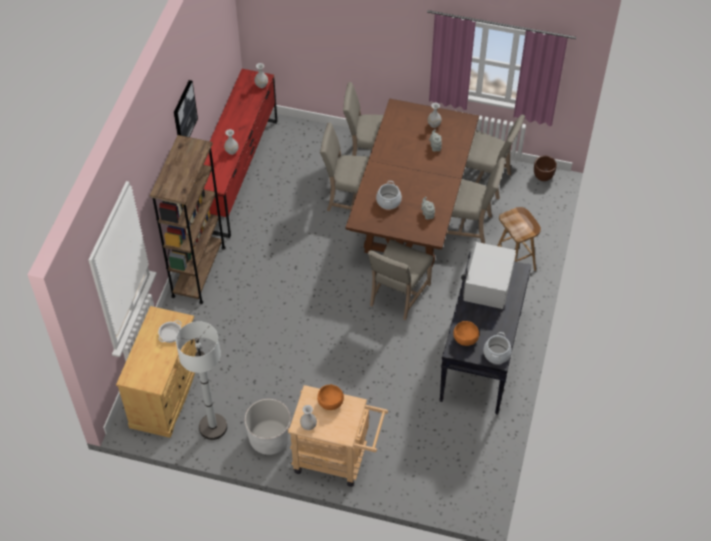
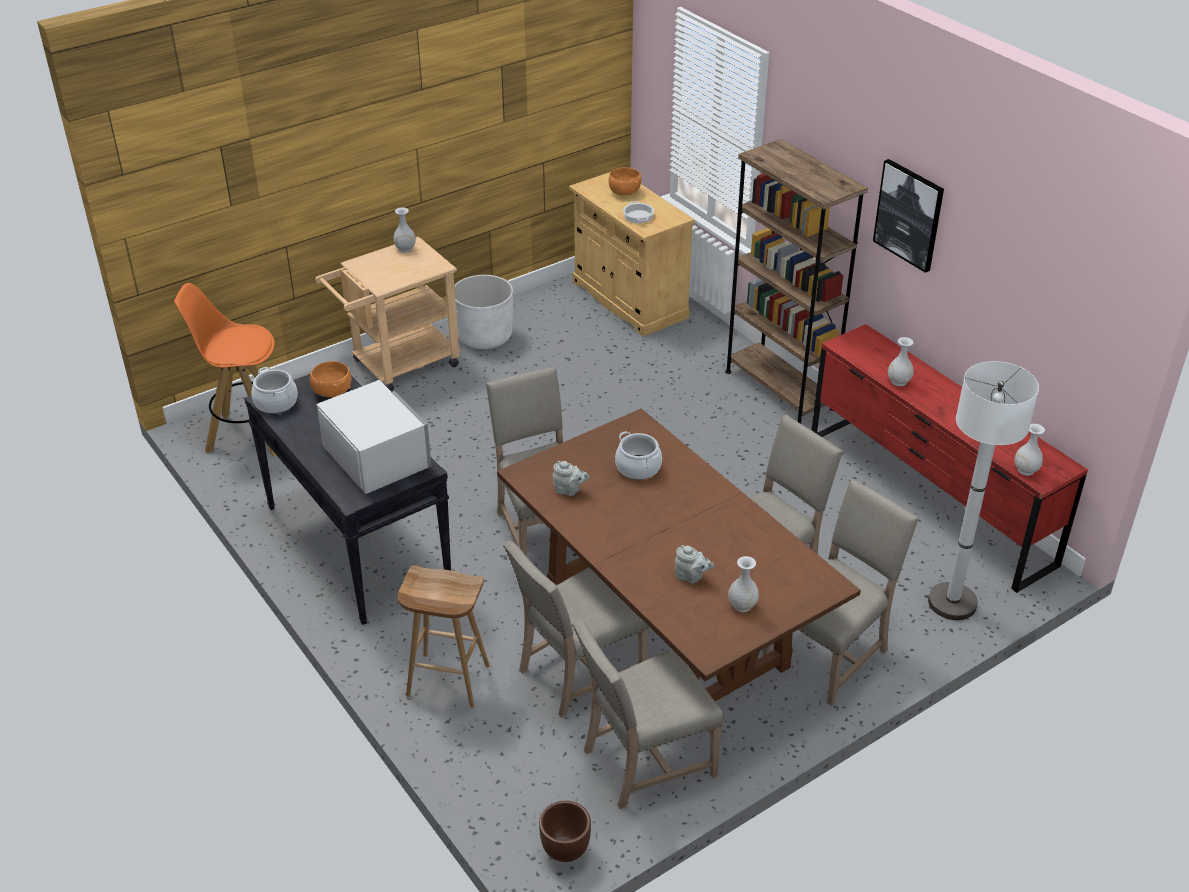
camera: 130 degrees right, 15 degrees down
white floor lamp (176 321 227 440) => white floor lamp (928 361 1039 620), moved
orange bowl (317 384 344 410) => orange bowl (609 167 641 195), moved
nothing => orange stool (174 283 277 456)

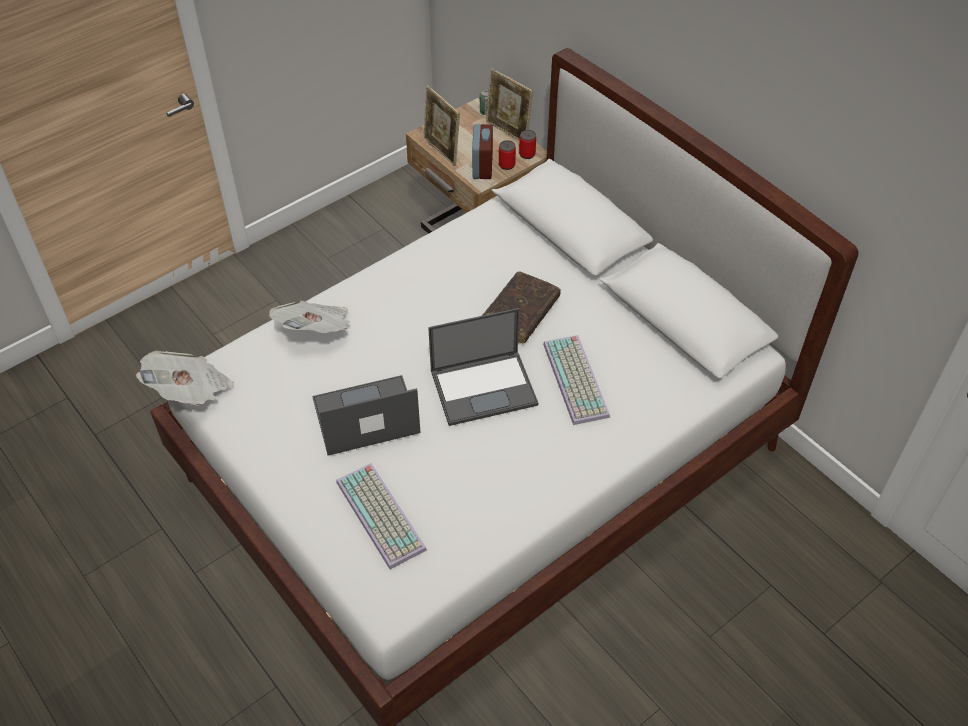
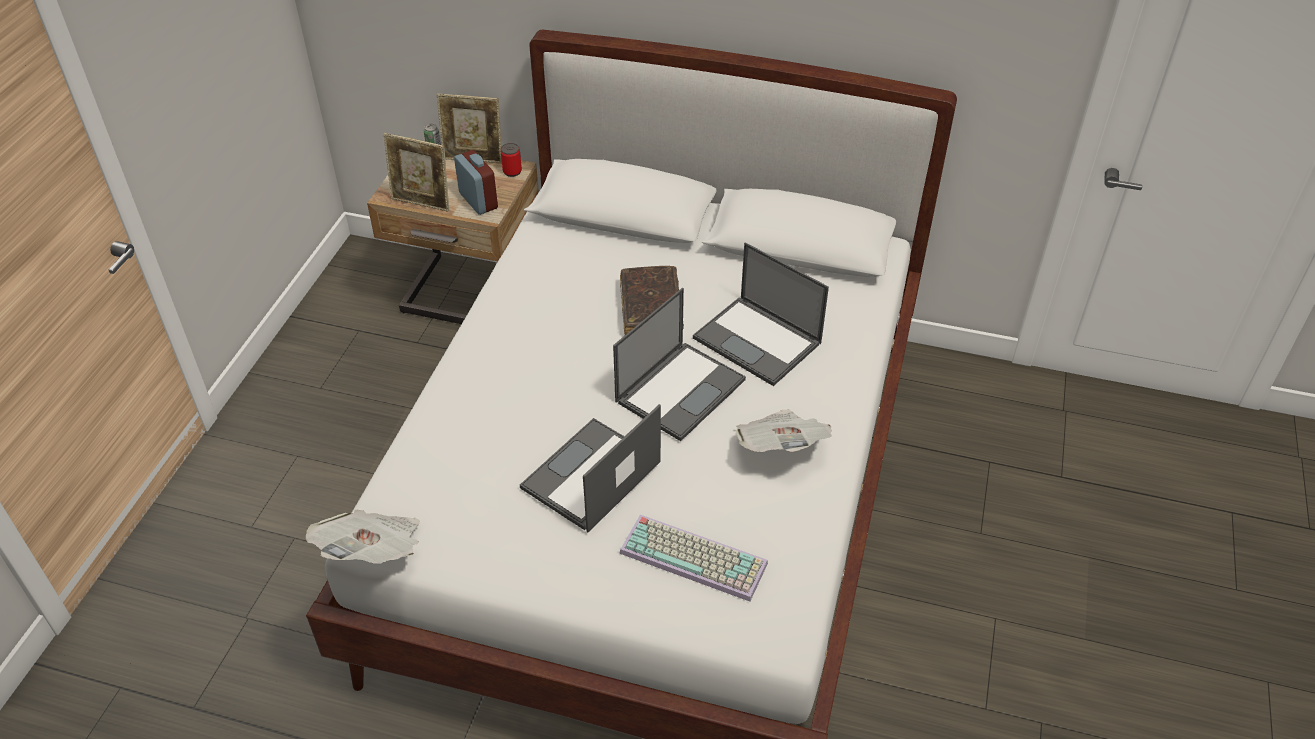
camera: 35 degrees left, 5 degrees down
can (499 140 516 170) => nothing
newspaper (269 301 349 333) => newspaper (736 410 832 452), moved
keyboard (543 335 610 425) => laptop (693 242 829 386)

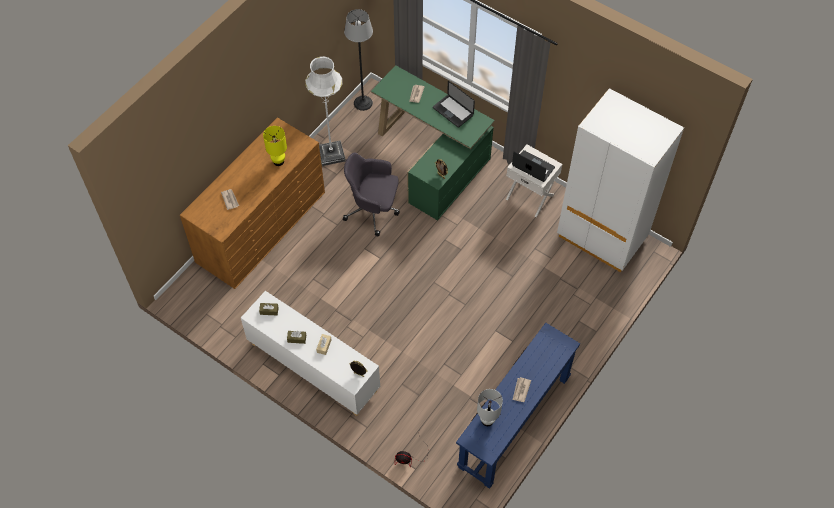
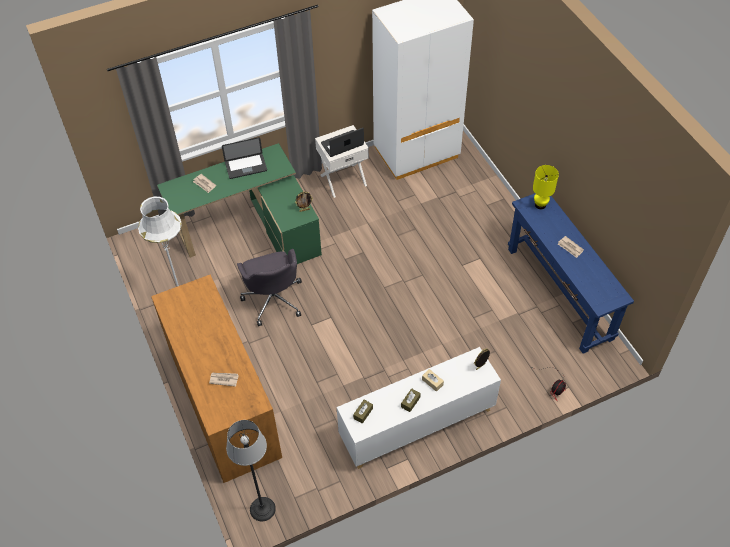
camera: 60 degrees left, 5 degrees down
floor lamp (344 9 373 111) => floor lamp (226 420 276 521), moved
yellow table lamp (263 126 287 166) => yellow table lamp (533 165 559 209), moved
grey office chair (343 153 400 236) => grey office chair (237 249 302 326), 60 degrees counterclockwise
white table lamp (477 389 503 426) => nothing

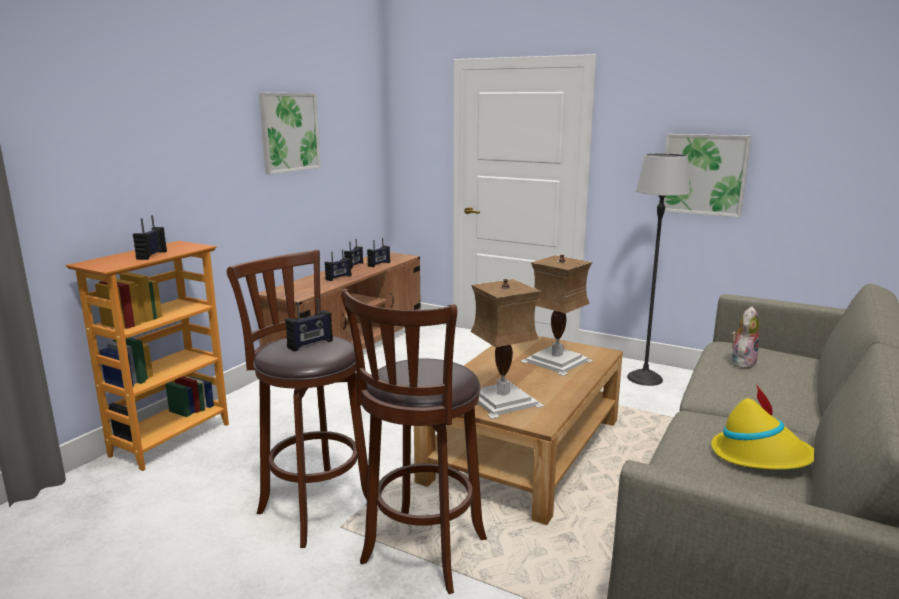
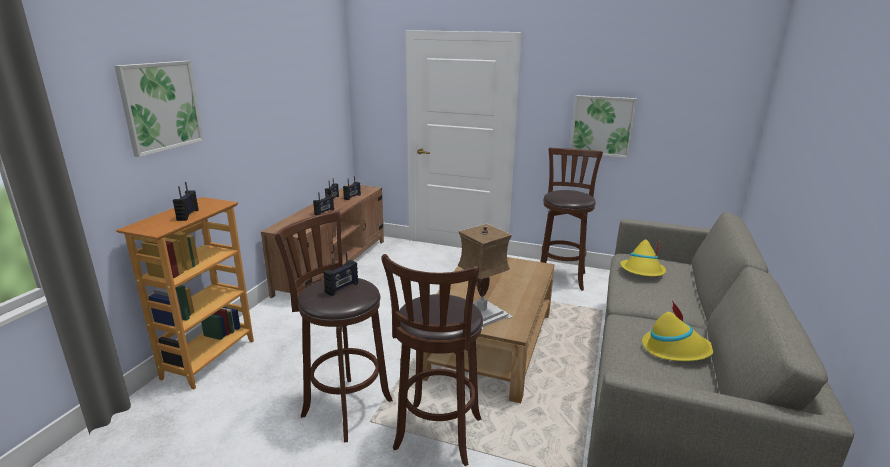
camera: 10 degrees left, 5 degrees up
picture (259 93 321 175) => picture (115 61 204 157), moved
floor lamp (627 153 690 386) => brown stool (540 147 603 291)
table lamp (520 255 593 376) => nothing
plush toy (732 306 759 368) => yellow hat (620 240 666 276)

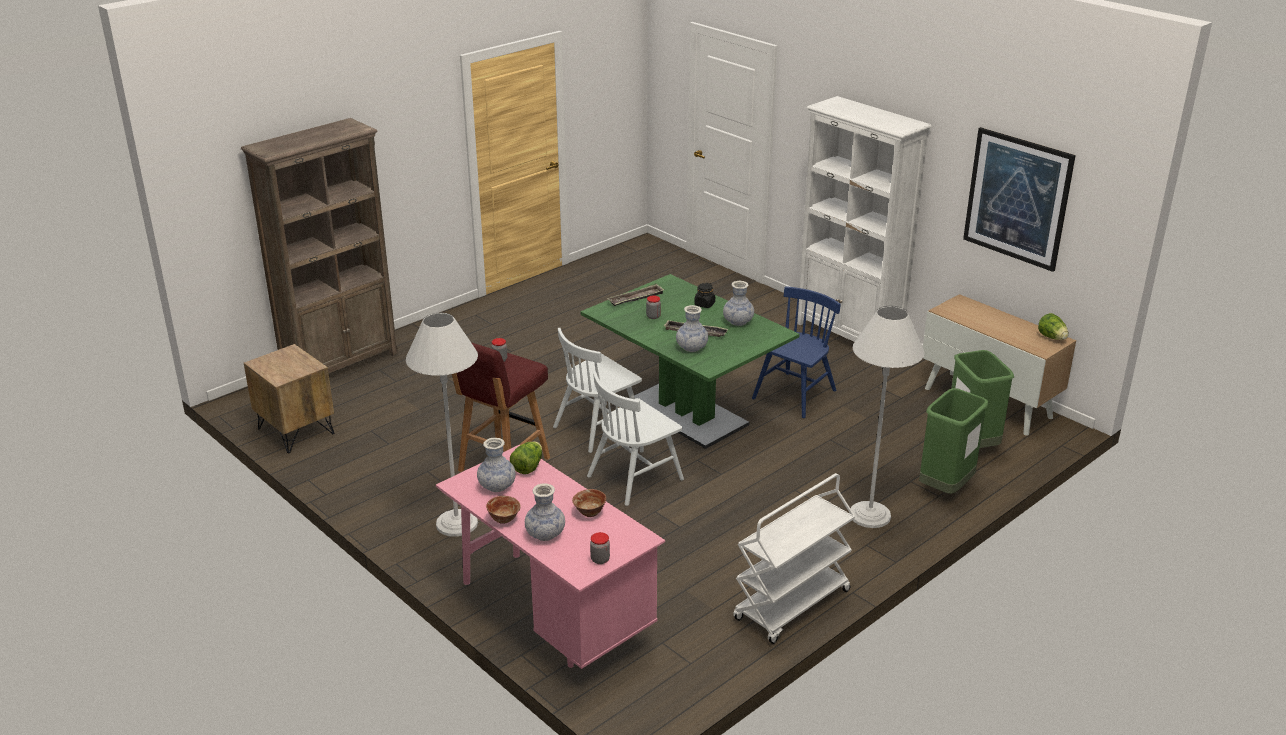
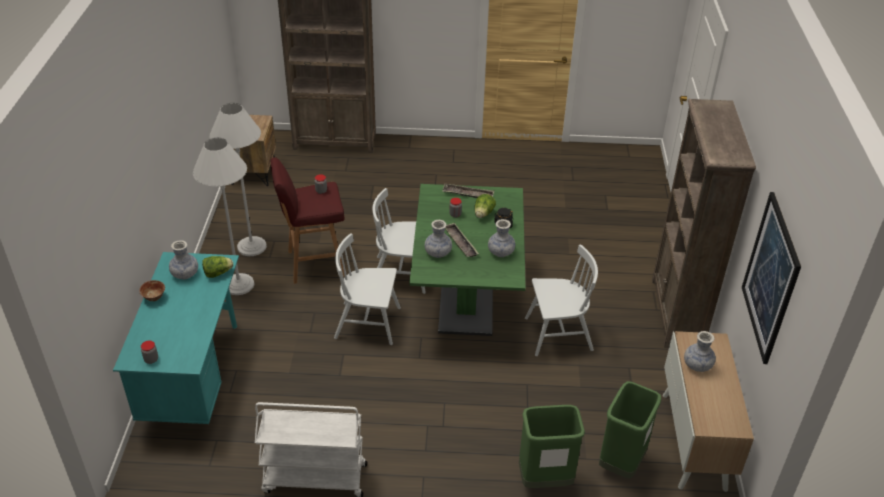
camera: 45 degrees right, 10 degrees up
white bookcase (797 96 932 342) => brown bookcase (652 99 756 348)
blue chair (752 286 841 418) => white chair (525 245 598 356)
white floor lamp (851 306 925 528) => white floor lamp (210 103 267 256), moved
lettuce (1038 313 1069 340) => lettuce (474 194 496 218), moved
pink desk (436 445 665 669) => turquoise desk (113 252 239 424)
vase (525 483 565 541) => vase (684 331 716 372), moved
bowl (572 489 606 517) => nothing

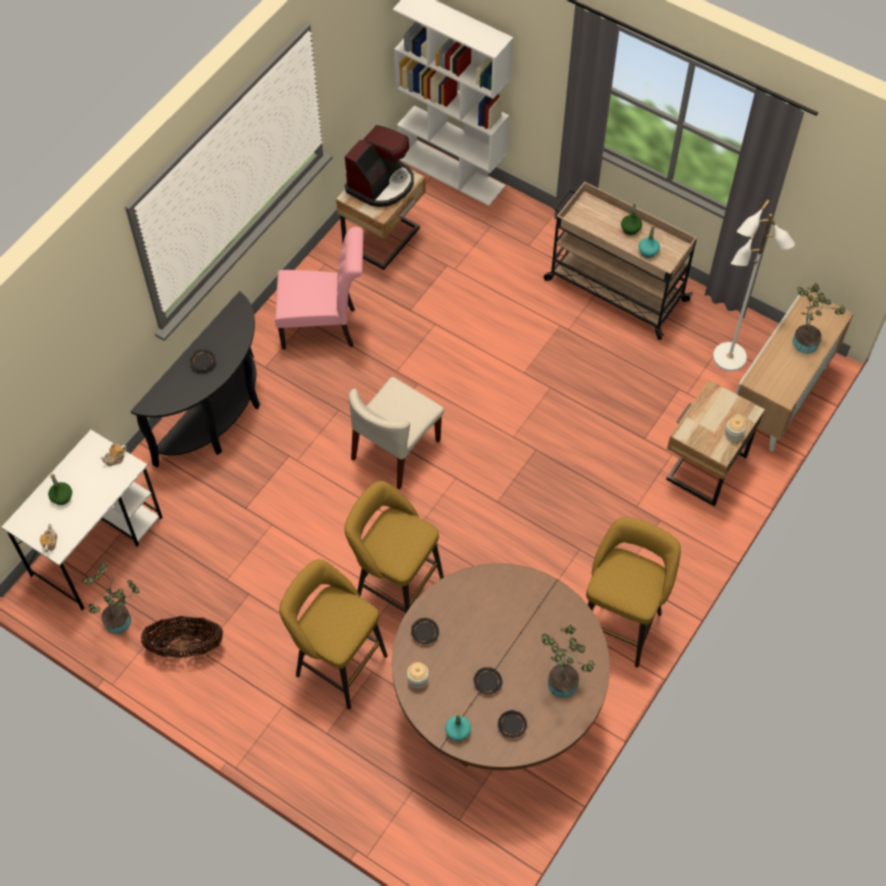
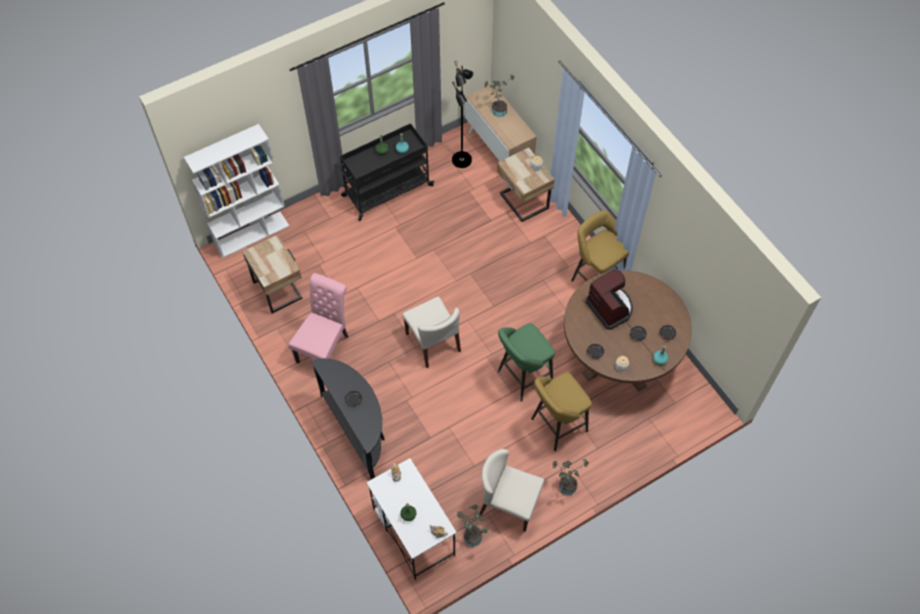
camera: 65 degrees left, 0 degrees up
coffee machine (345 125 414 207) => coffee machine (586 269 633 330), moved
beige cart (544 182 697 340) => black cart (338 123 434 221)
white floor lamp (713 199 795 372) => black floor lamp (452 60 474 168)
yellow stool (345 481 444 613) => green stool (497 323 555 402)
basket (141 616 223 658) => beige chair (479 449 544 532)
potted plant (542 625 595 698) => potted plant (553 459 589 495), moved

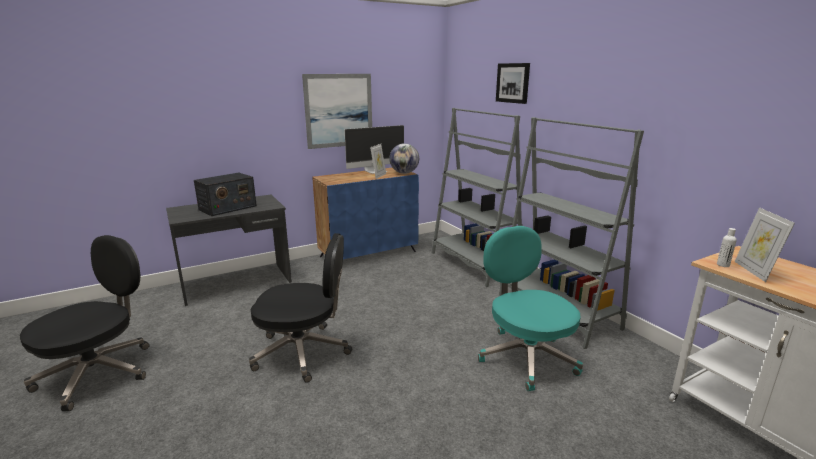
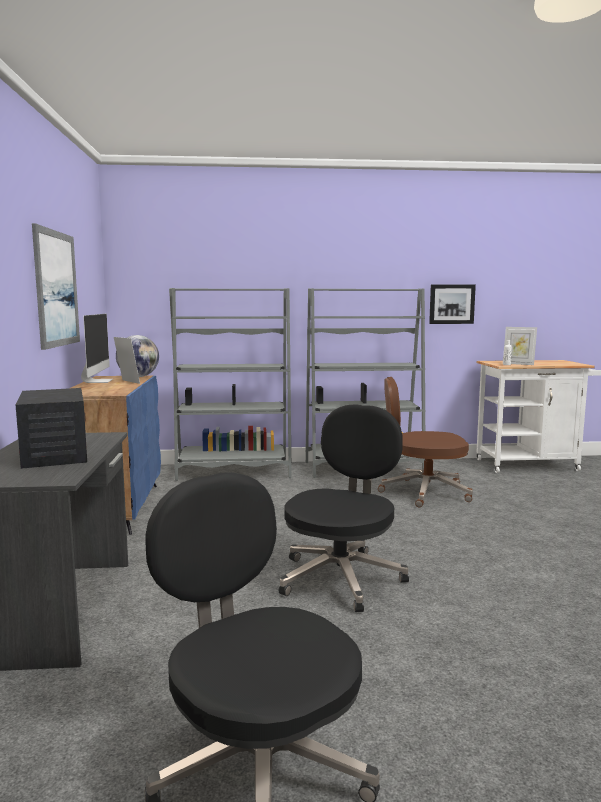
camera: 65 degrees left, 10 degrees down
picture (496 63 530 104) => picture (429 284 476 324), moved
turquoise office chair (478 226 583 391) => brown office chair (378 377 473 507)

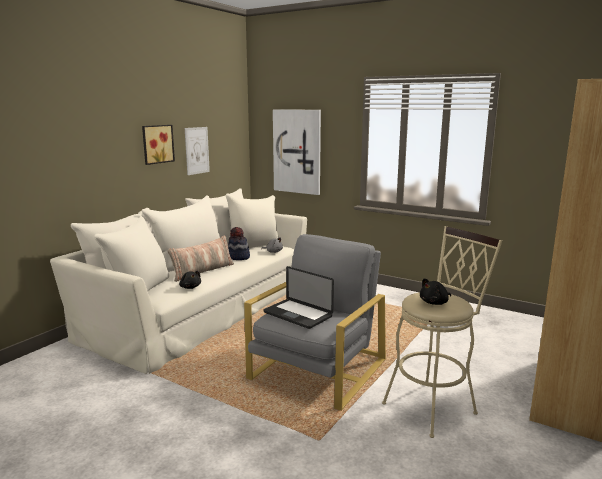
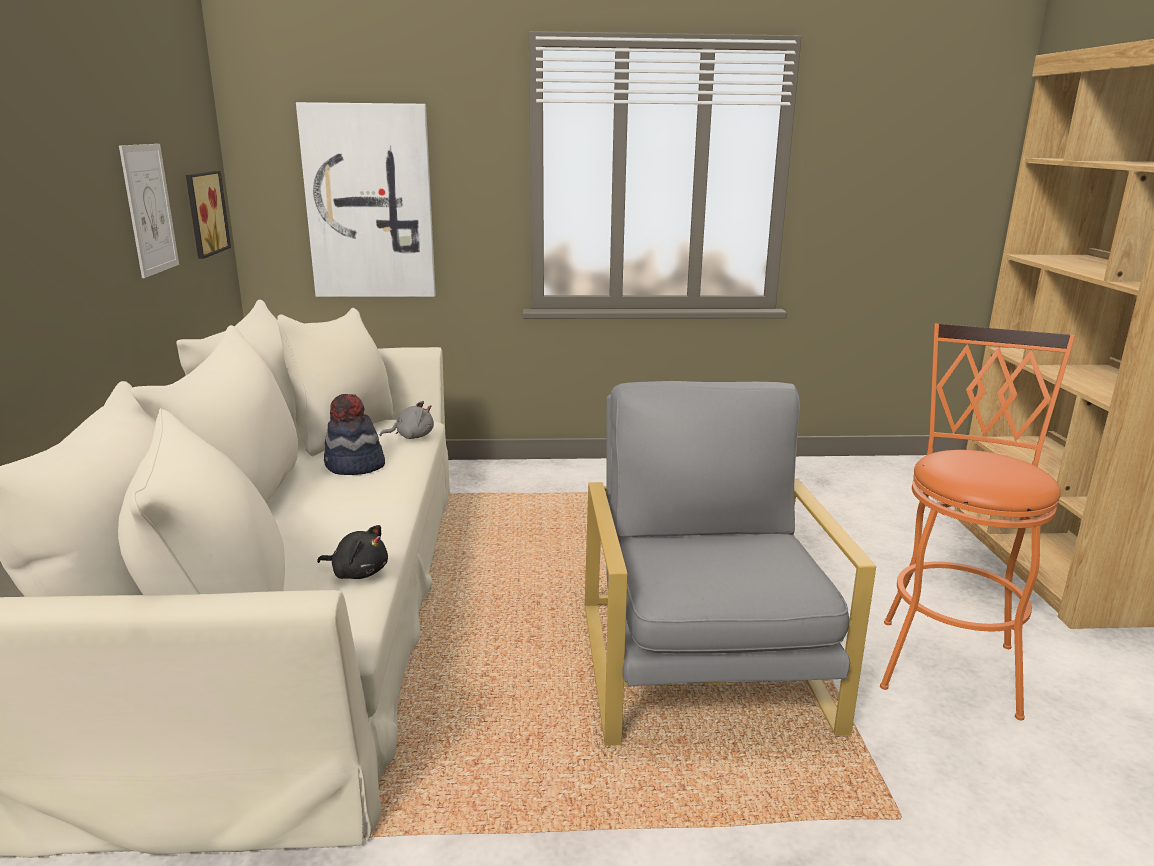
camera: 35 degrees left, 5 degrees up
picture (142 125 175 165) => picture (186 171 231 259), moved
beige stool (382 226 502 438) => orange stool (880 323 1075 720)
pillow (168 235 234 282) => nothing
laptop (263 266 334 329) => nothing
black plush toy (420 278 451 305) => nothing

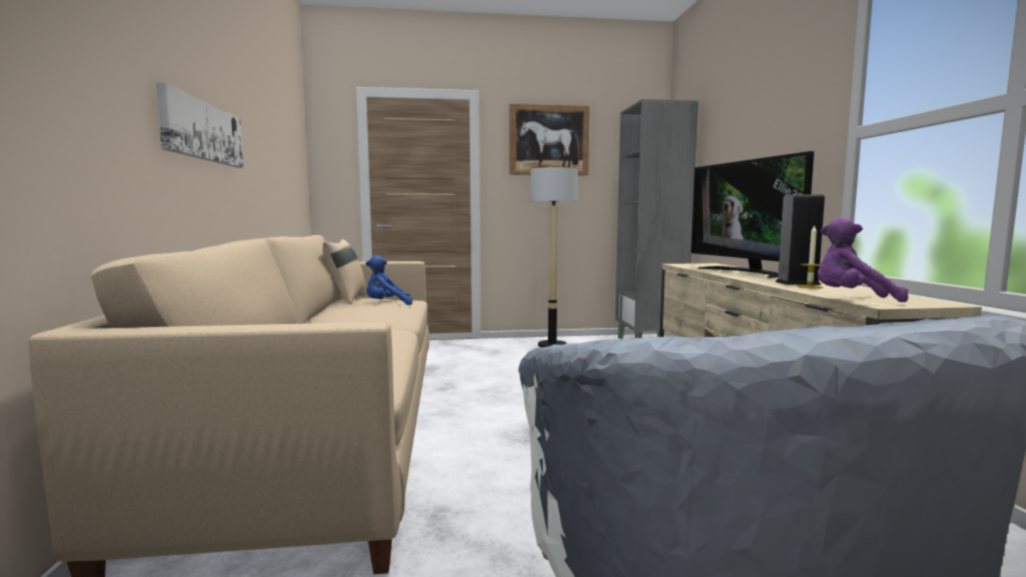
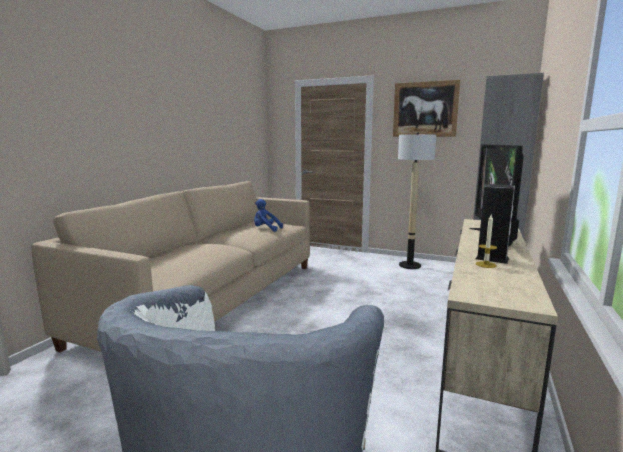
camera: 30 degrees right, 5 degrees up
picture (156 82 244 168) => nothing
purple plush toy (817 217 908 302) => nothing
beige pillow (323 239 366 304) => nothing

